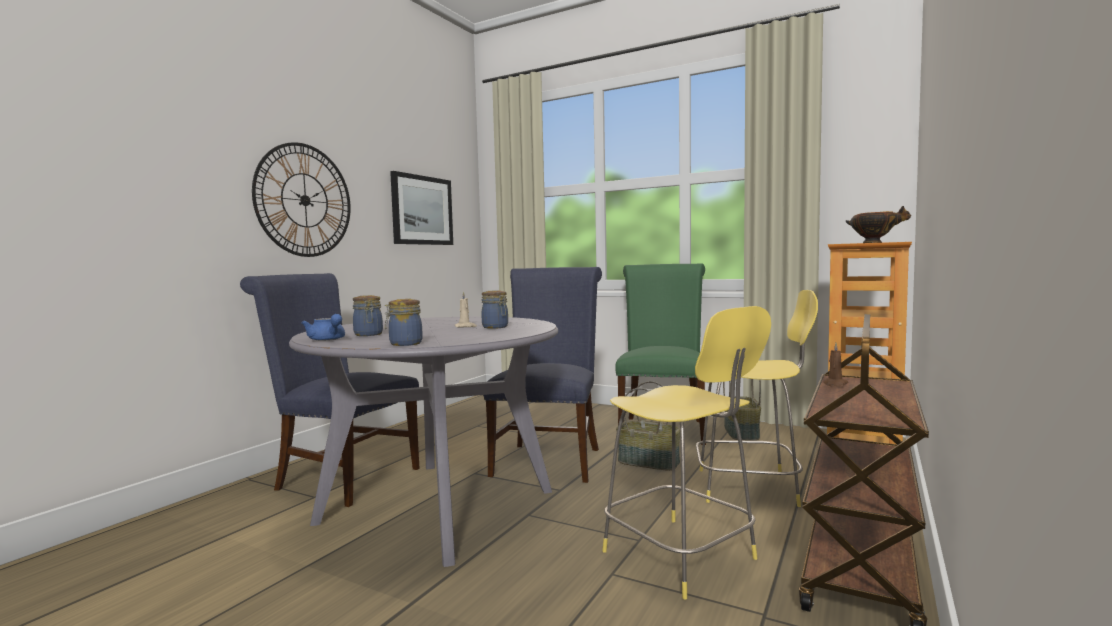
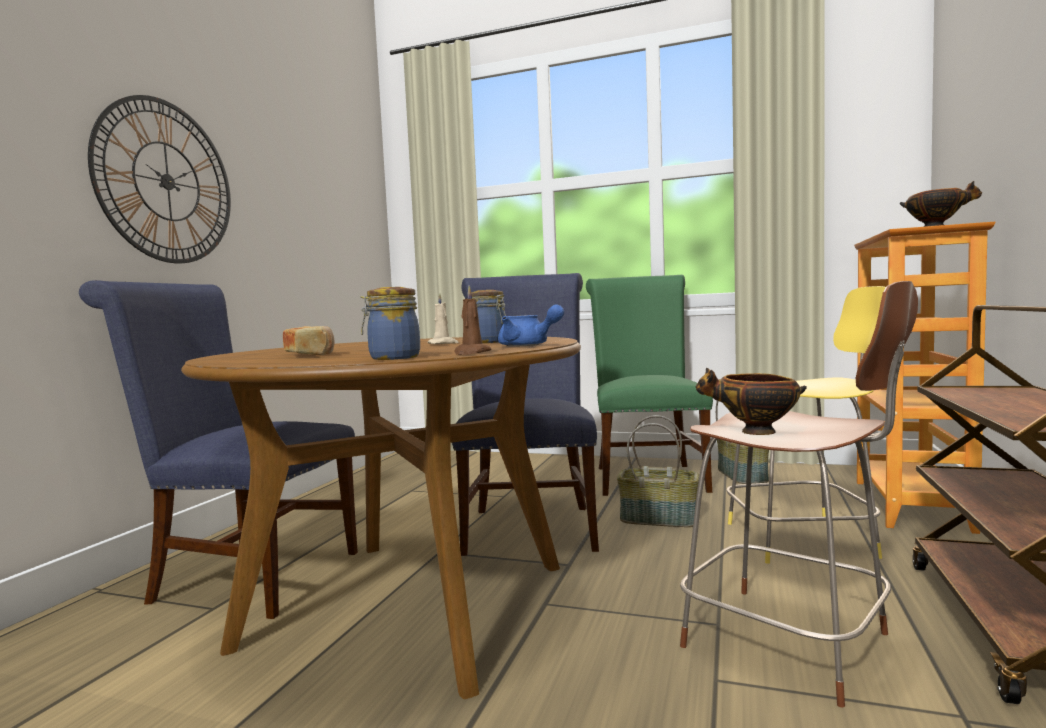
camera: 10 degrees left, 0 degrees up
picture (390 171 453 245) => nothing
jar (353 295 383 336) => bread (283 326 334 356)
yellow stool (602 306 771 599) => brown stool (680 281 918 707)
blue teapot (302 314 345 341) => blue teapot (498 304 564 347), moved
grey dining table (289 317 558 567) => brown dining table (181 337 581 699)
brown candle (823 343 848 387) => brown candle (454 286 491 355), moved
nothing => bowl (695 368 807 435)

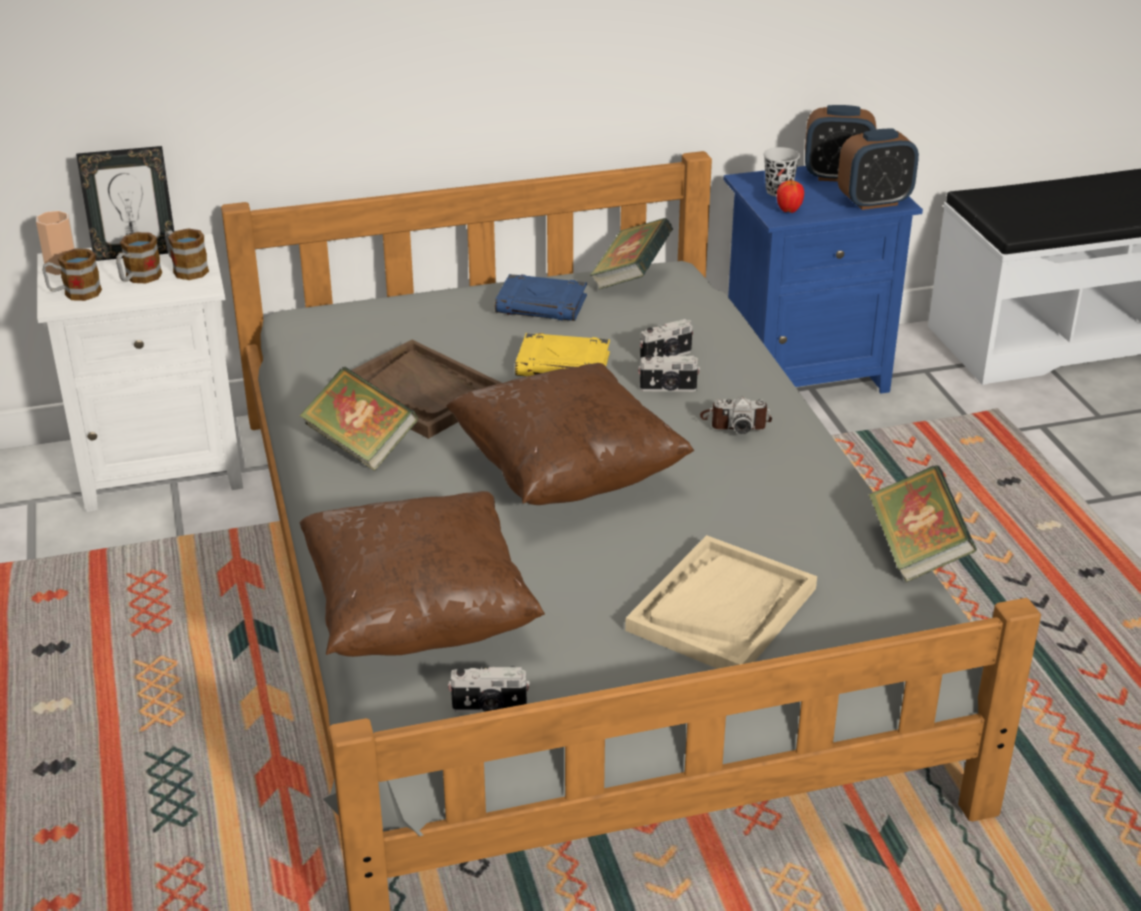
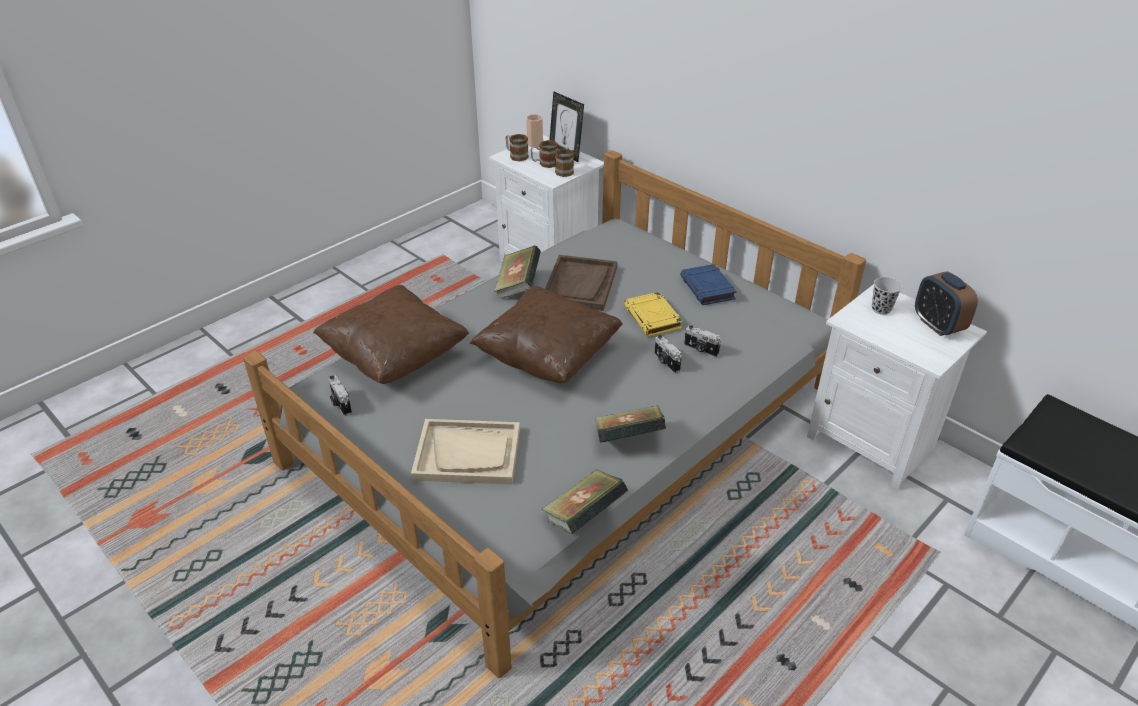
camera: 60 degrees right, 5 degrees up
alarm clock (838 129 919 210) => nothing
blue nightstand (723 166 923 394) => white nightstand (807 284 987 490)
apple (777 178 804 213) => nothing
book (590 218 673 289) => book (595 405 666 443), moved
photo camera (700 397 772 434) => nothing

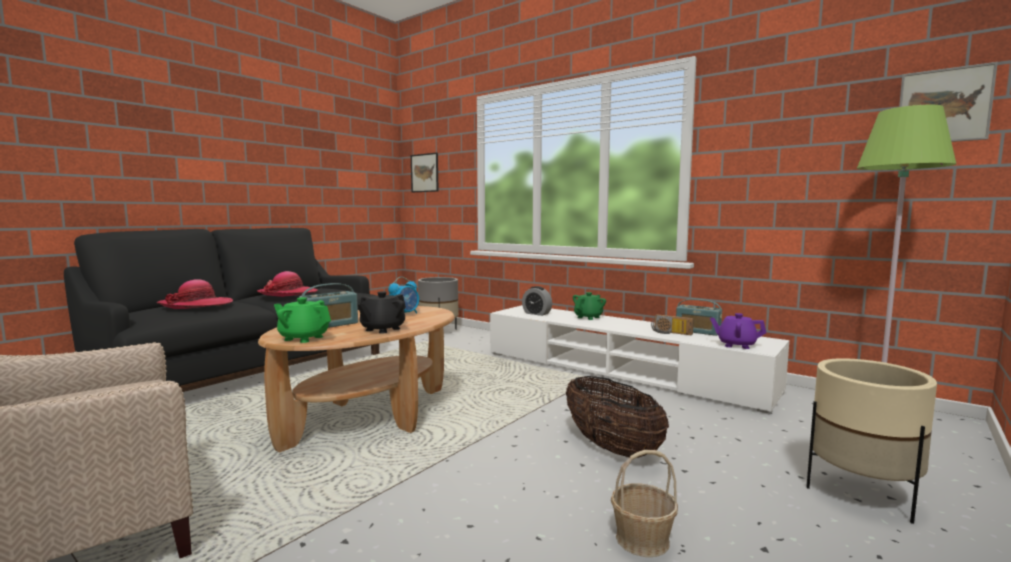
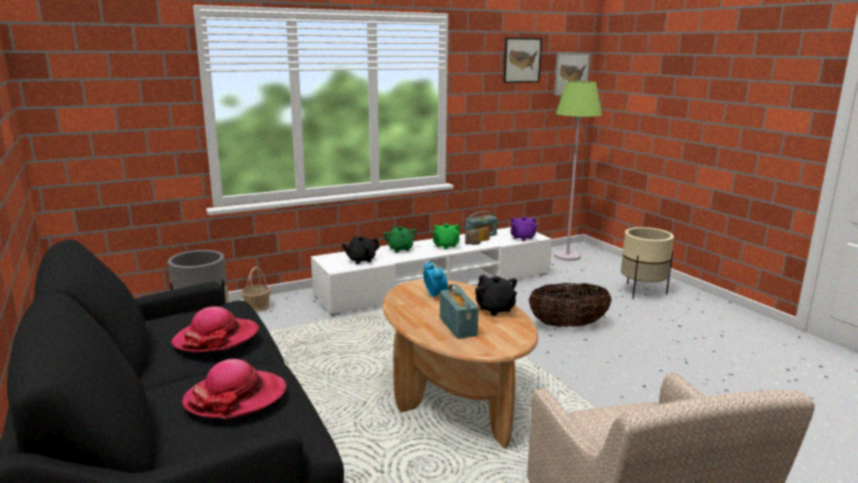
camera: 65 degrees left, 10 degrees up
picture (411 153 439 192) => picture (503 38 542 83), moved
alarm clock (522 286 552 316) => black teapot (342 236 380 264)
green teapot (274 297 331 343) => green teapot (433 224 460 249), moved
basket (611 450 678 557) => basket (241 267 271 312), moved

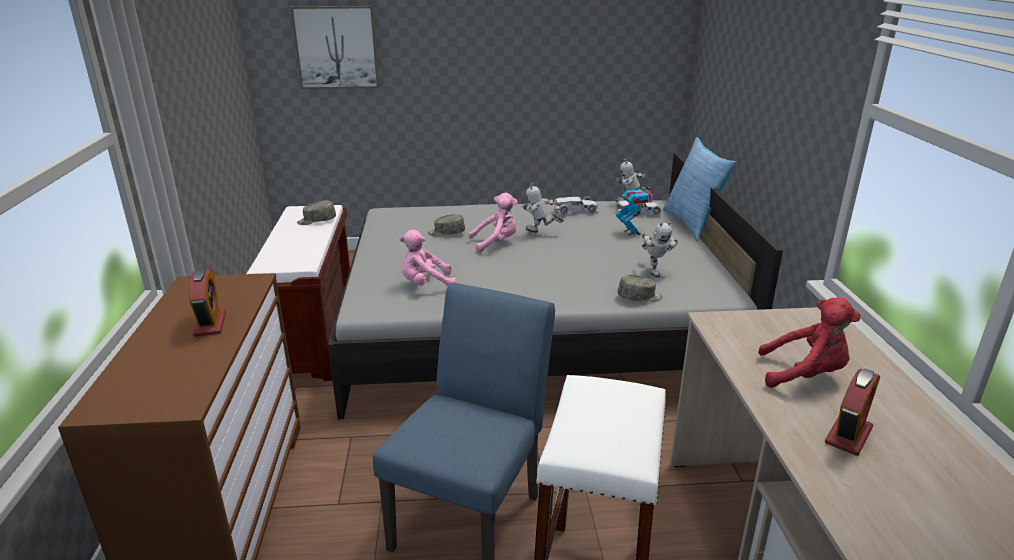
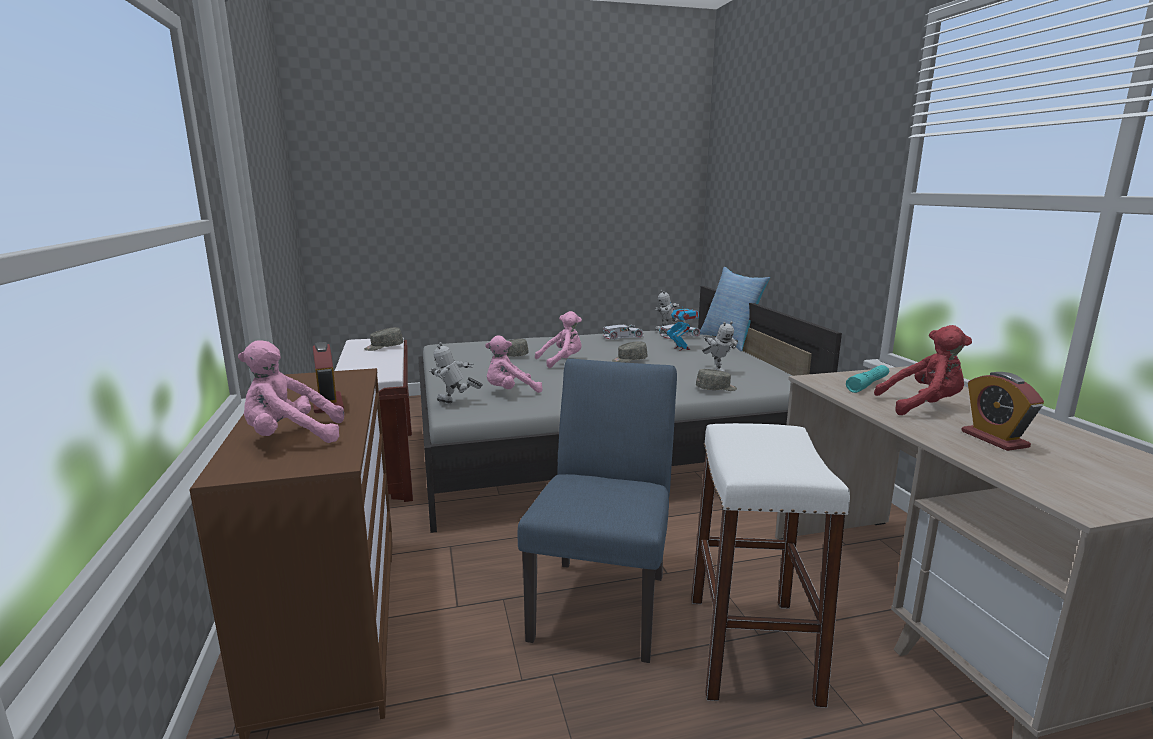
camera: 10 degrees left, 10 degrees down
picture (291 6 379 89) => nothing
toy robot (521 183 564 233) => toy robot (429 342 483 403), moved
alarm clock (825 369 880 456) => alarm clock (961 372 1044 451), 135 degrees clockwise
nothing => pink plush toy (238 340 344 443)
nothing => grey cap (612 341 647 363)
nothing => turquoise flashlight (846 365 889 393)

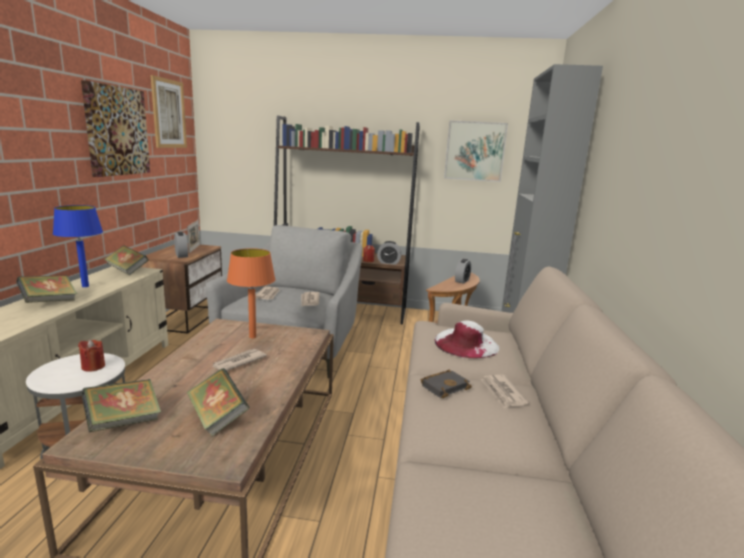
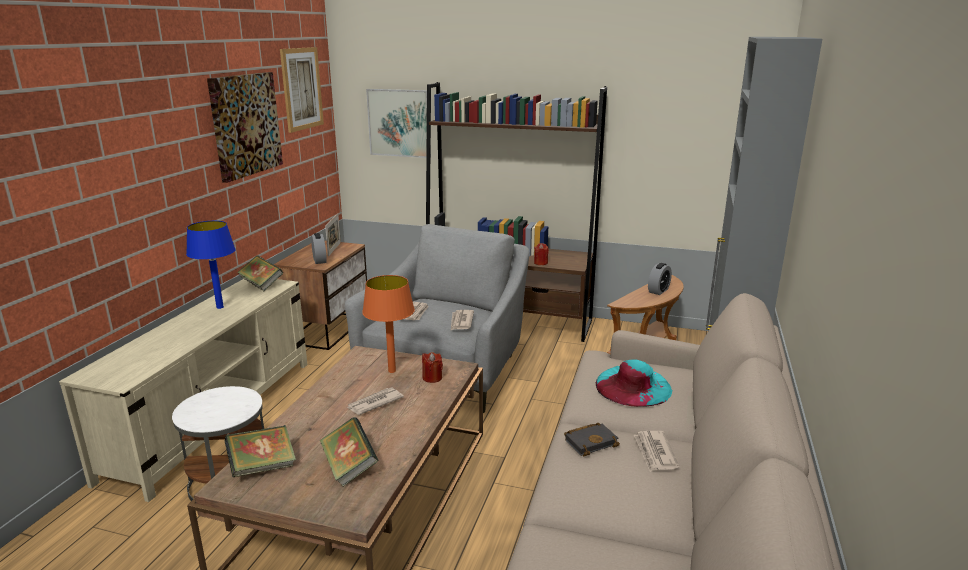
camera: 10 degrees right, 5 degrees up
picture (444 120 508 182) => picture (366 89 431 158), moved
alarm clock (377 241 402 265) => nothing
book (16 275 77 303) => nothing
white hat (435 321 499 358) => turquoise hat (596 360 672 407)
red candle (78 339 105 372) => red candle (422 352 443 383), moved

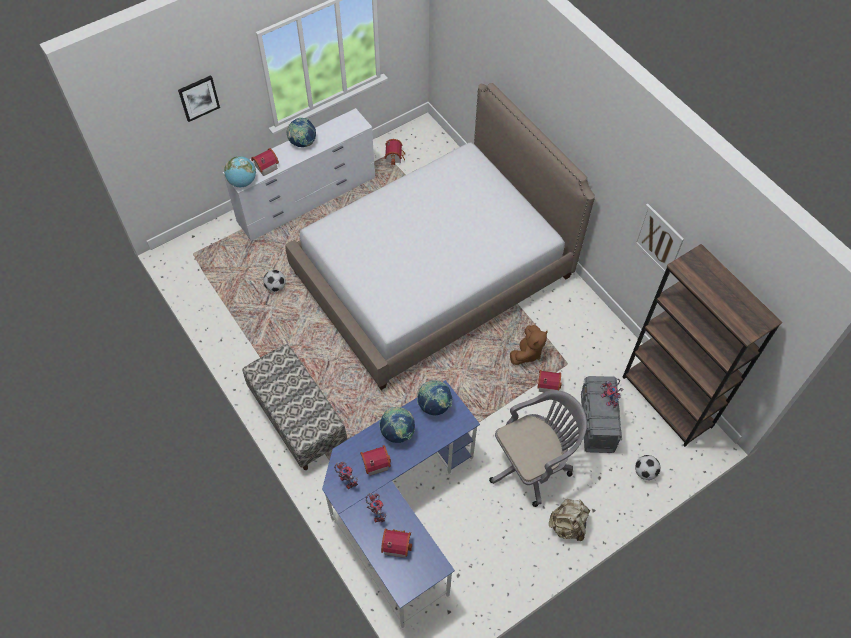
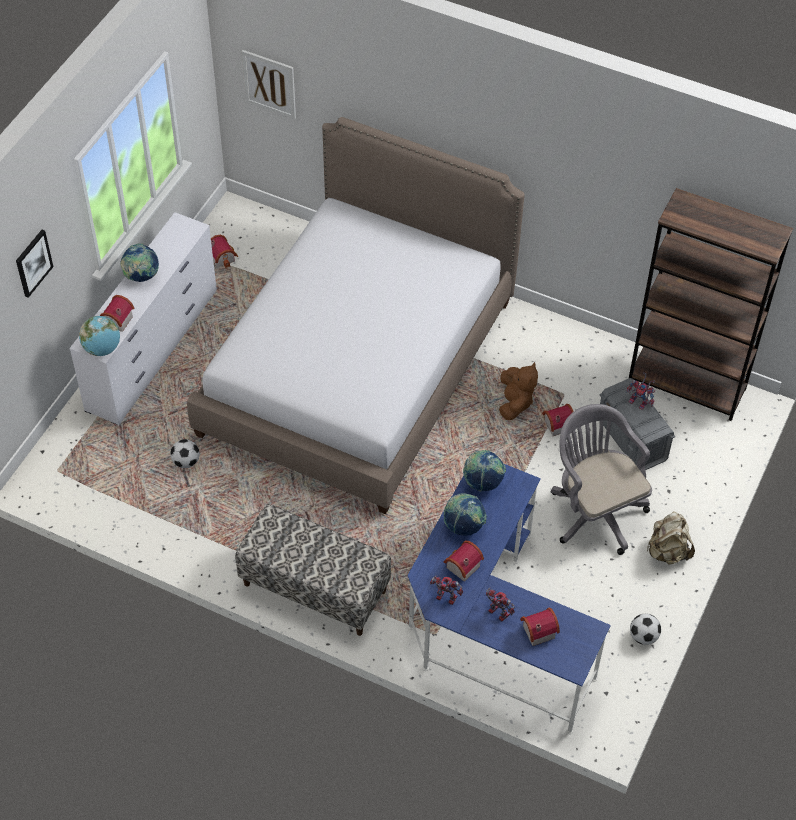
camera: 30 degrees left, 5 degrees down
picture (633 204 684 275) => picture (242 50 296 119), moved
grey office chair (489 390 587 507) => grey office chair (551 404 652 555), 60 degrees counterclockwise
football (635 455 661 480) => football (630 614 661 645), moved

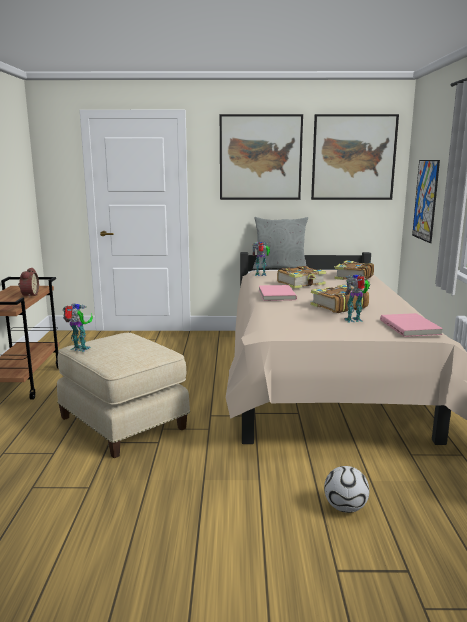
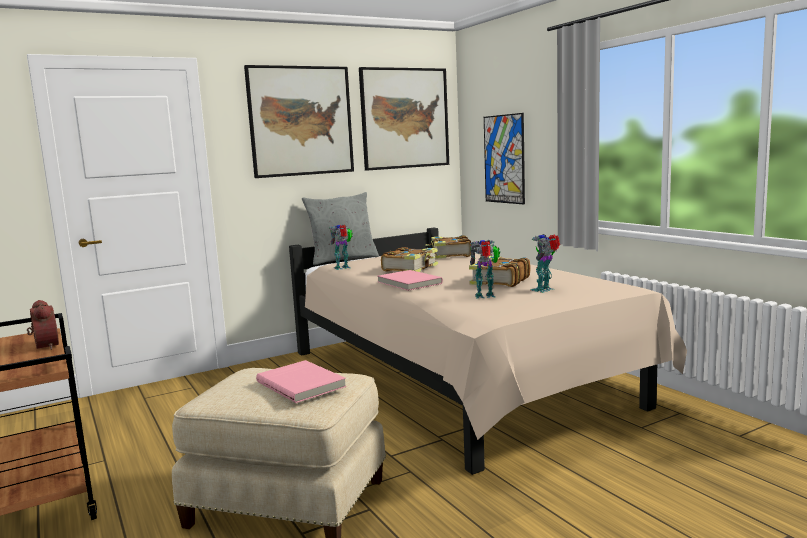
camera: 30 degrees left, 5 degrees down
toy robot (63 303 93 352) => toy robot (470 239 500 299), moved
pink book (380 313 443 337) => pink book (256 360 346 403), moved
football (324 466 370 513) => nothing

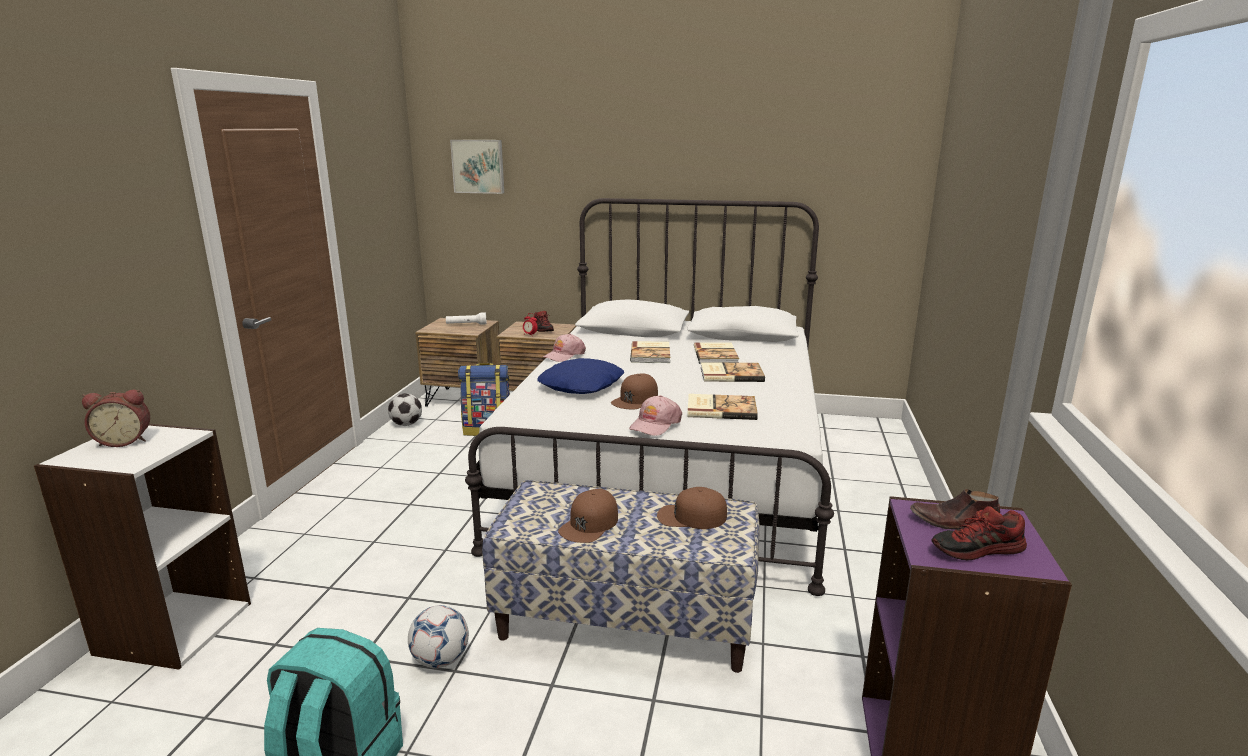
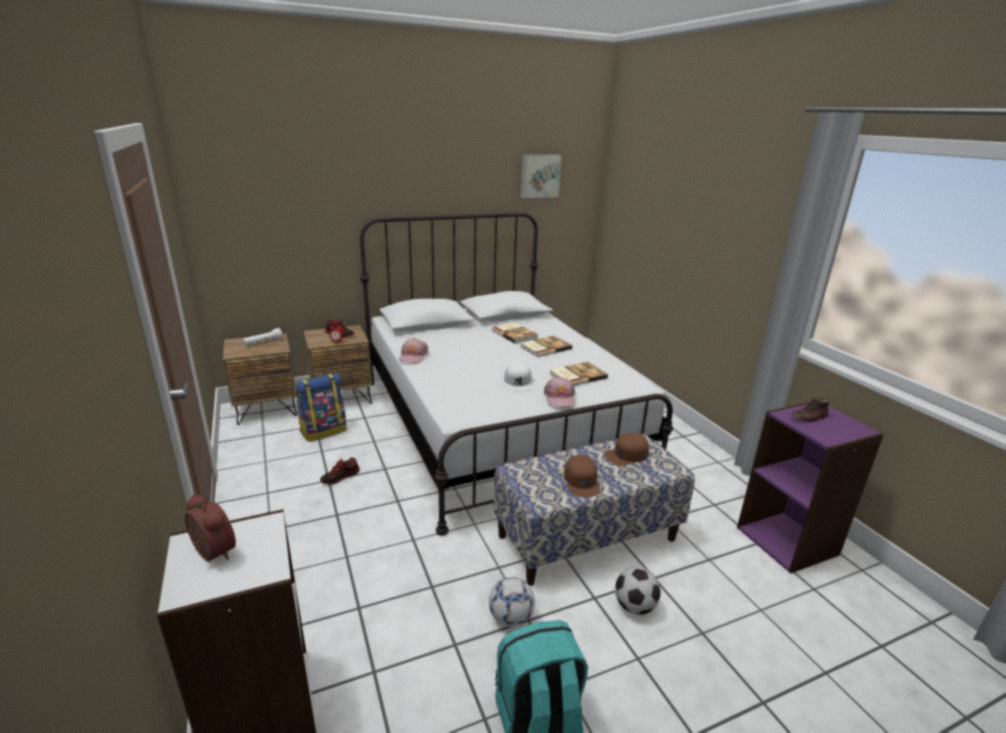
camera: 35 degrees left, 5 degrees up
picture (450 140 504 194) => picture (521 155 561 198), moved
book (630 341 670 363) => nothing
blue pillow (537 358 624 394) => nothing
brown cap (611 374 658 409) => white cap (504 361 531 392)
alarm clock (82 390 150 447) => alarm clock (185 495 236 561), 90 degrees counterclockwise
football (388 393 422 426) => football (615 567 661 615), moved
shoe (931 506 1027 560) => shoe (320 457 360 485), moved

